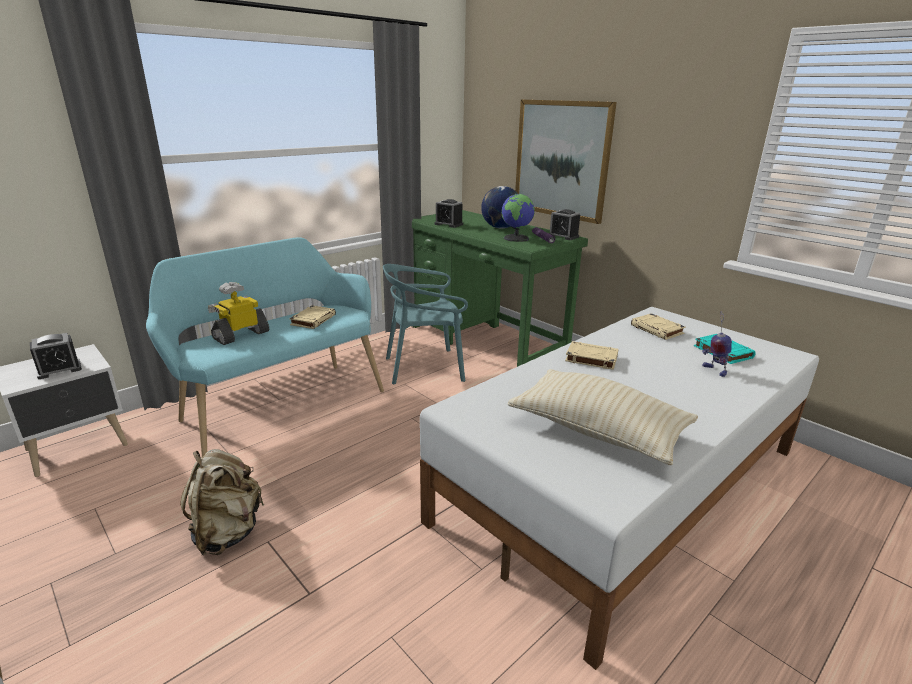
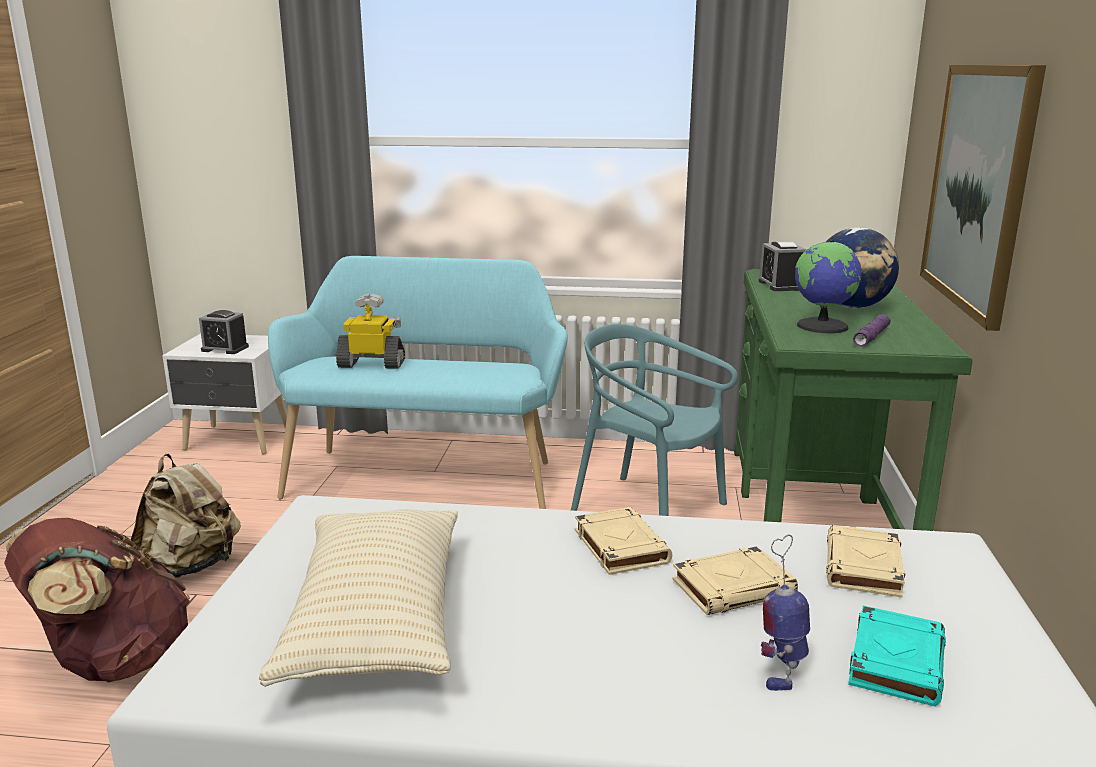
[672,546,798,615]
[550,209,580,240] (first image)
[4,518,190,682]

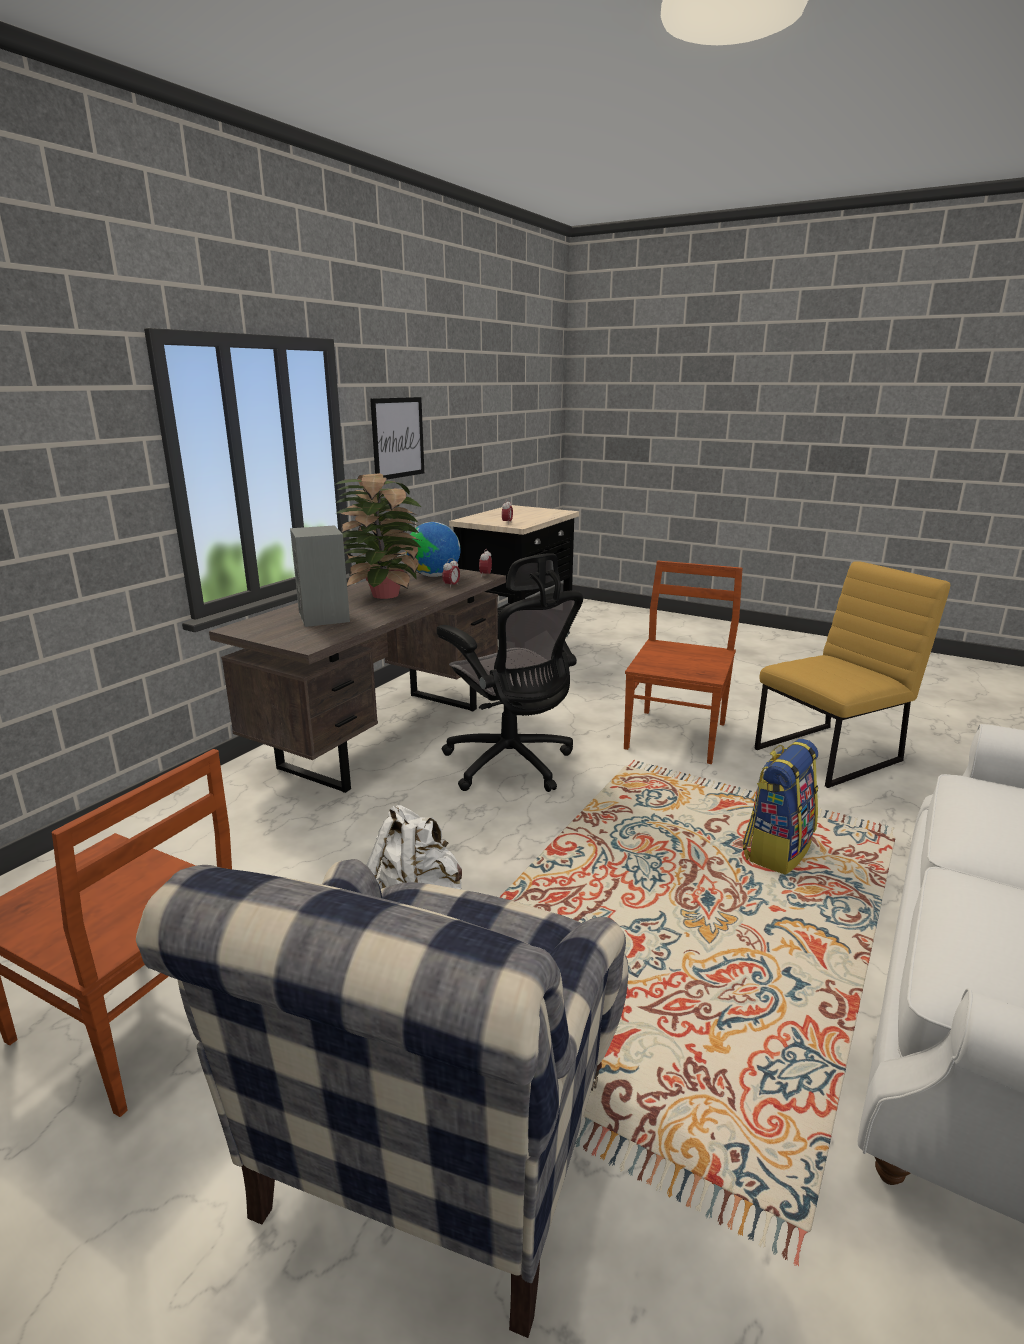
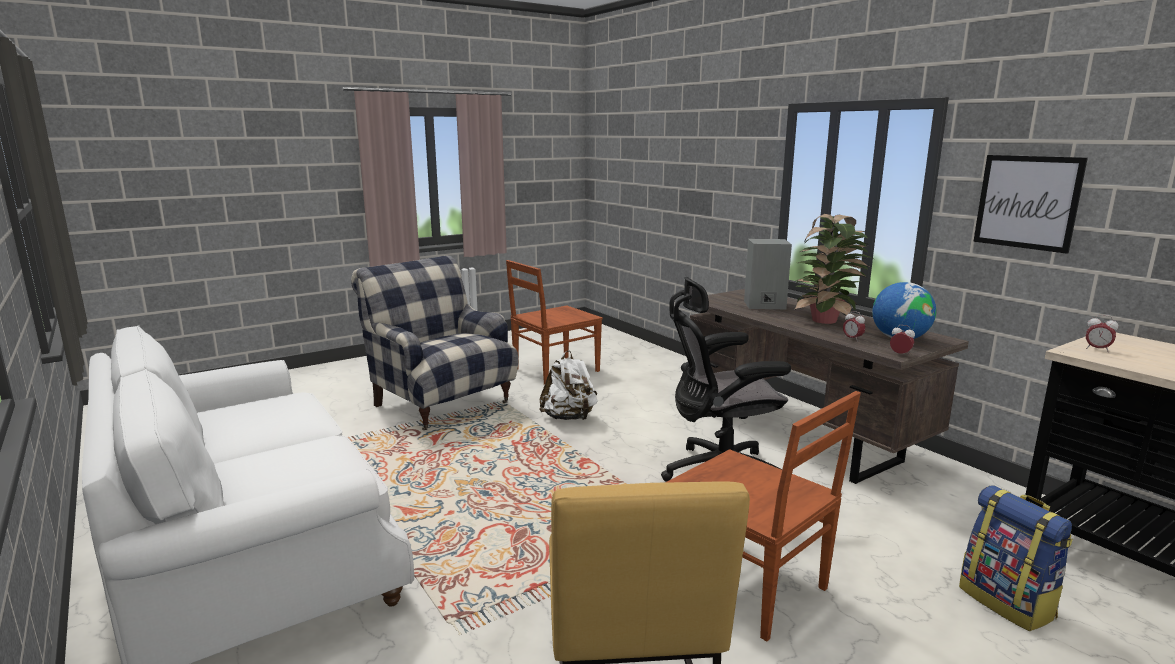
[959,485,1073,631]

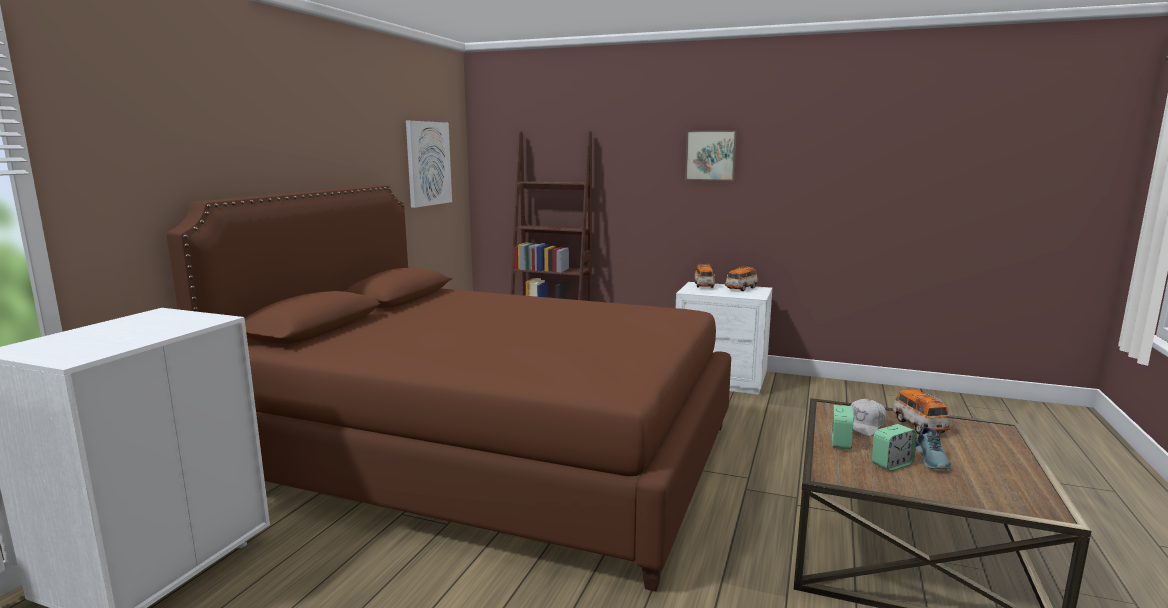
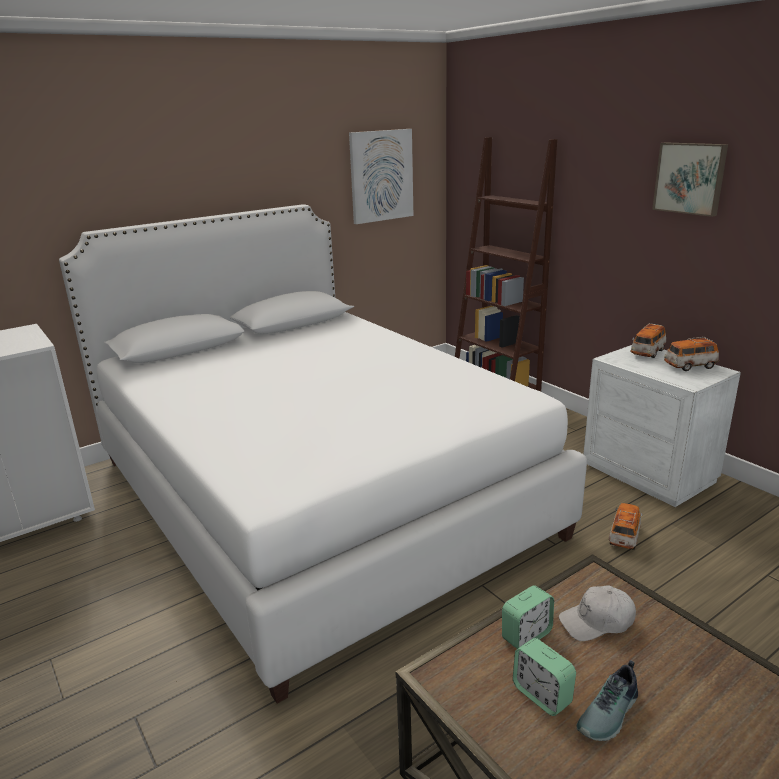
[59,204,587,704]
[513,638,576,716]
[609,503,643,550]

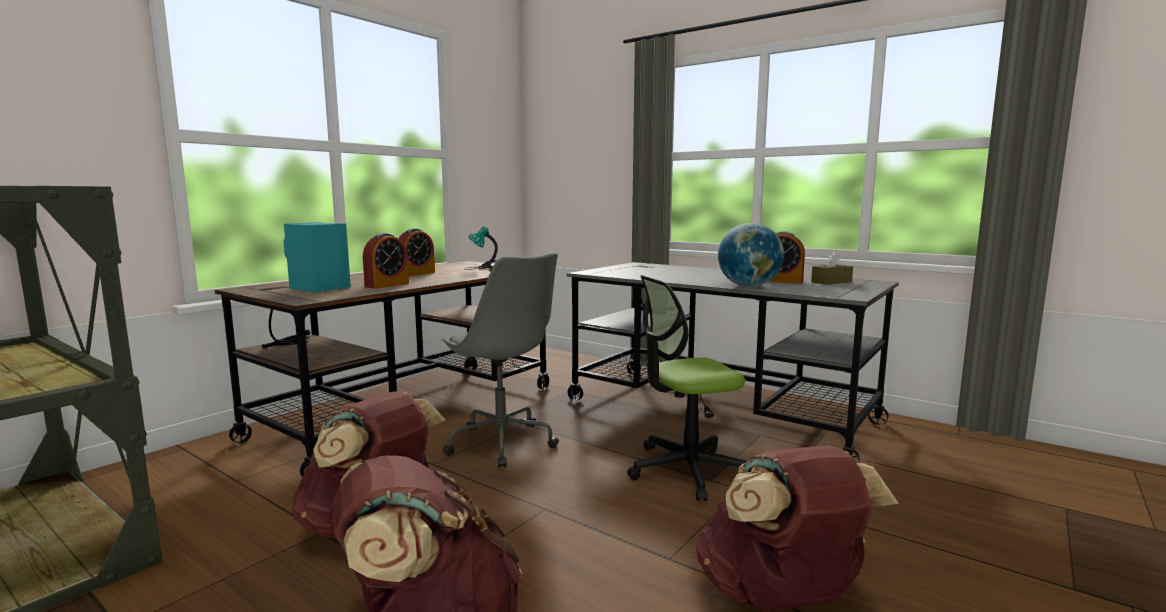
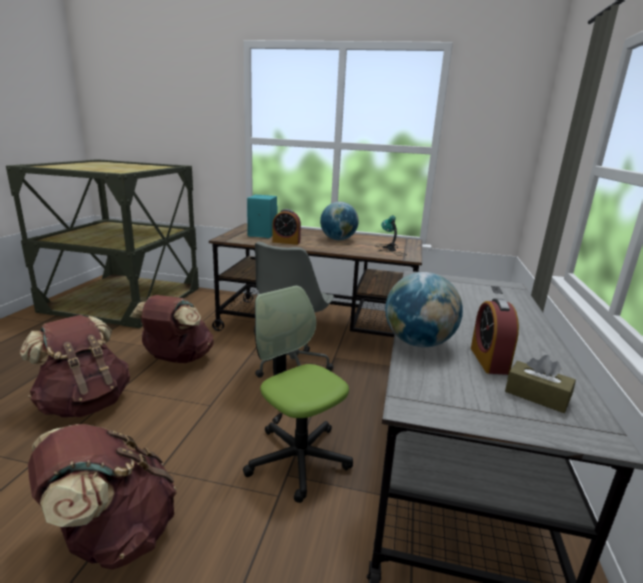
[320,202,359,240]

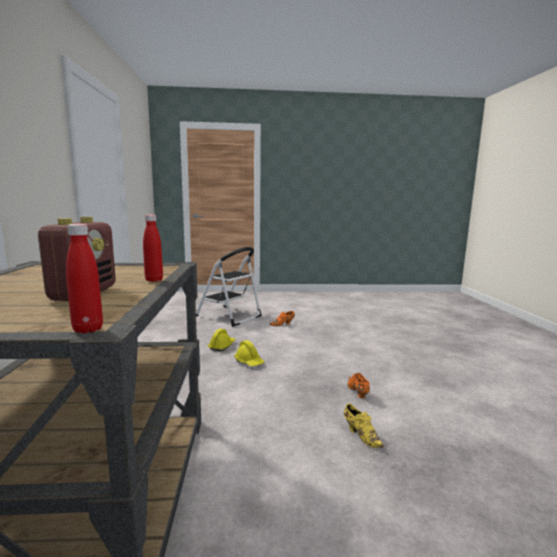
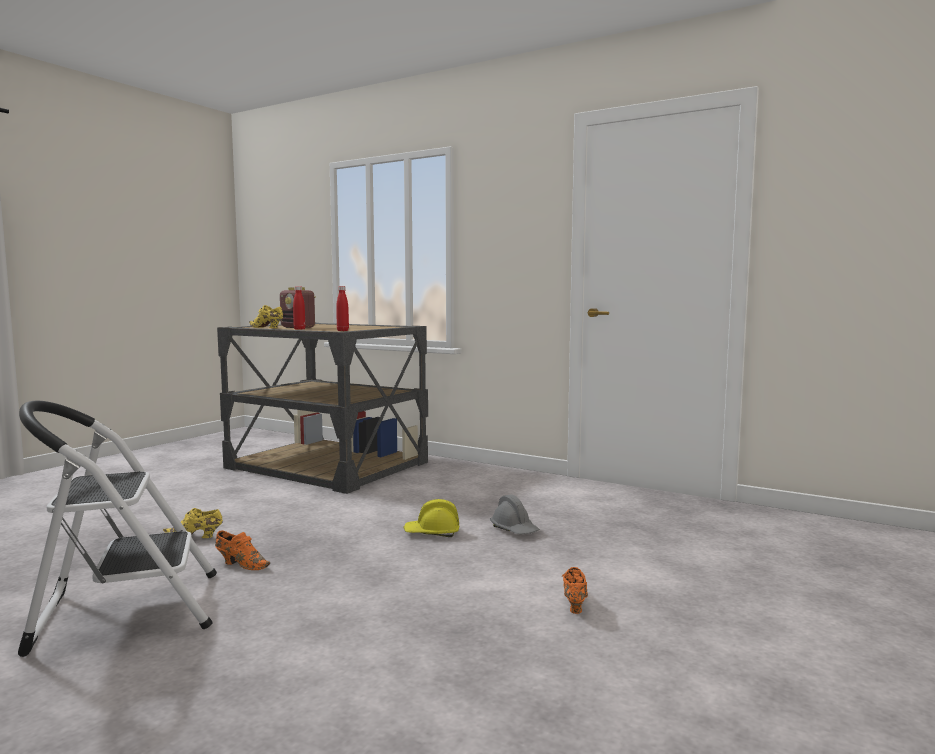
[336,286,349,331]
[18,401,217,657]
[490,495,539,534]
[249,305,283,328]

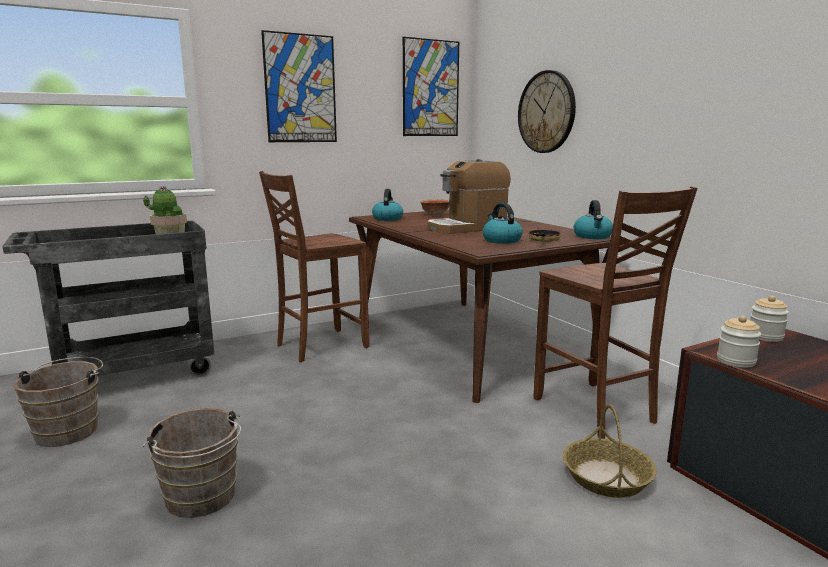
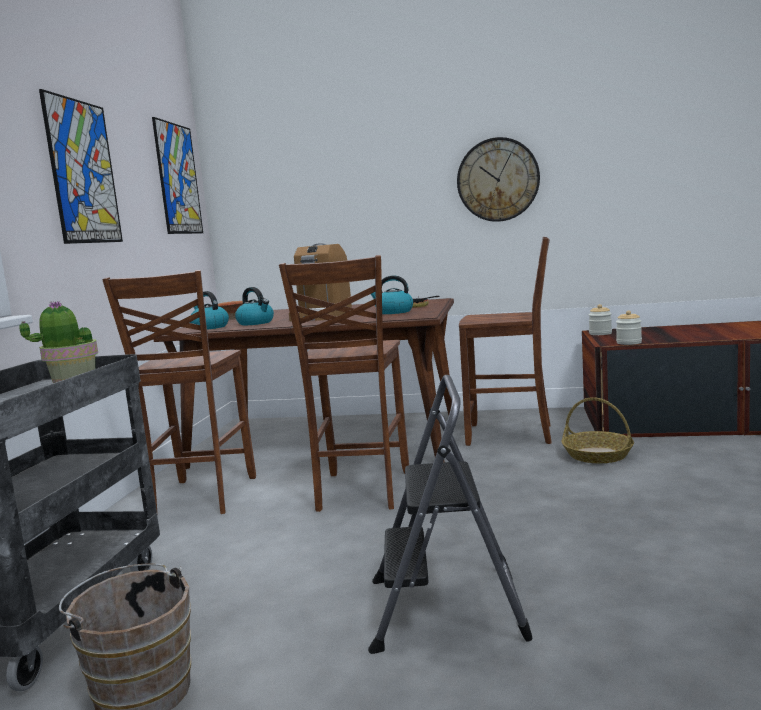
[368,375,532,654]
[457,137,540,222]
[235,287,274,325]
[279,255,409,512]

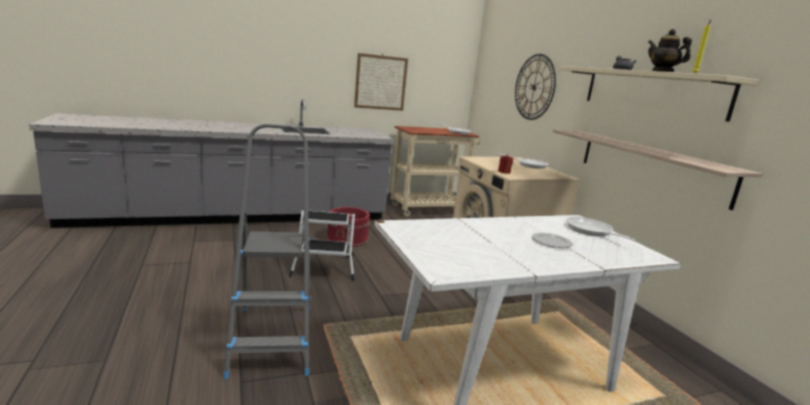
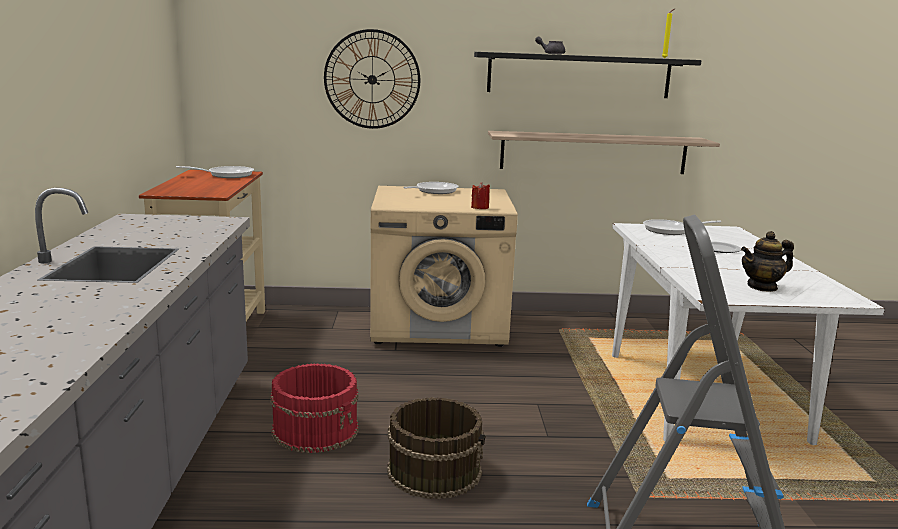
[387,397,485,499]
[354,53,408,111] (first image)
[474,52,702,98]
[741,231,794,292]

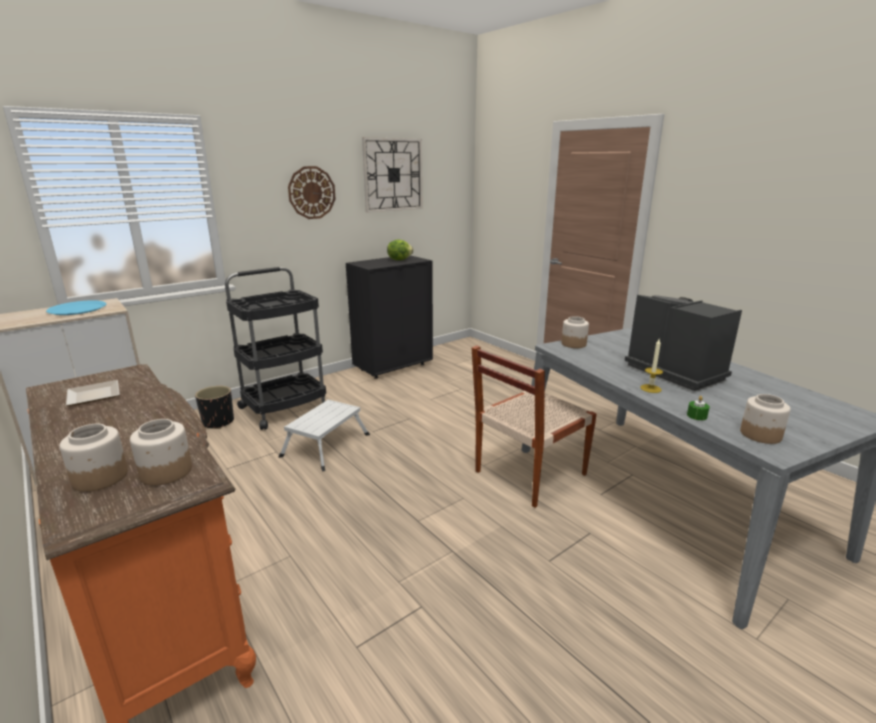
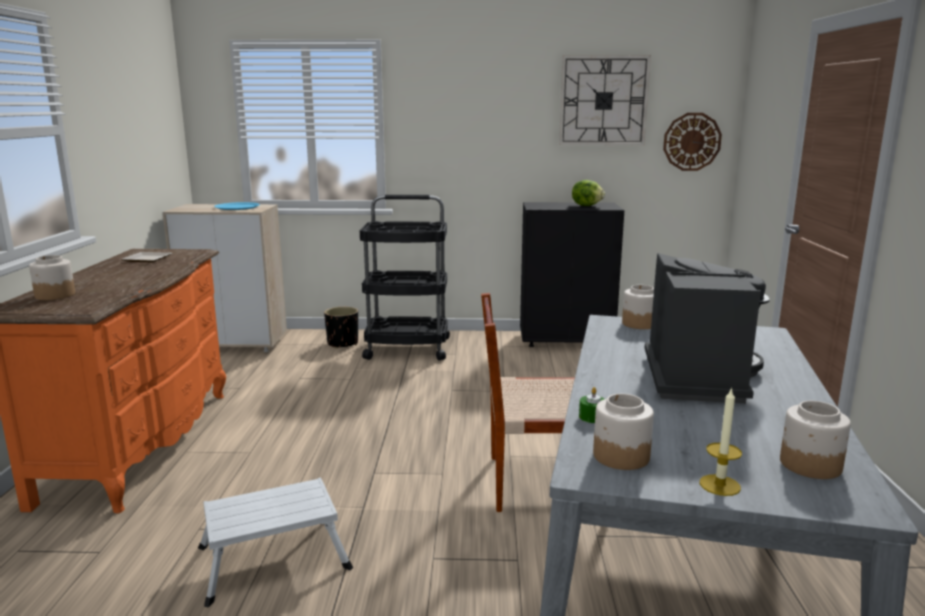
[780,401,851,479]
[198,477,353,607]
[663,113,722,171]
[700,387,742,496]

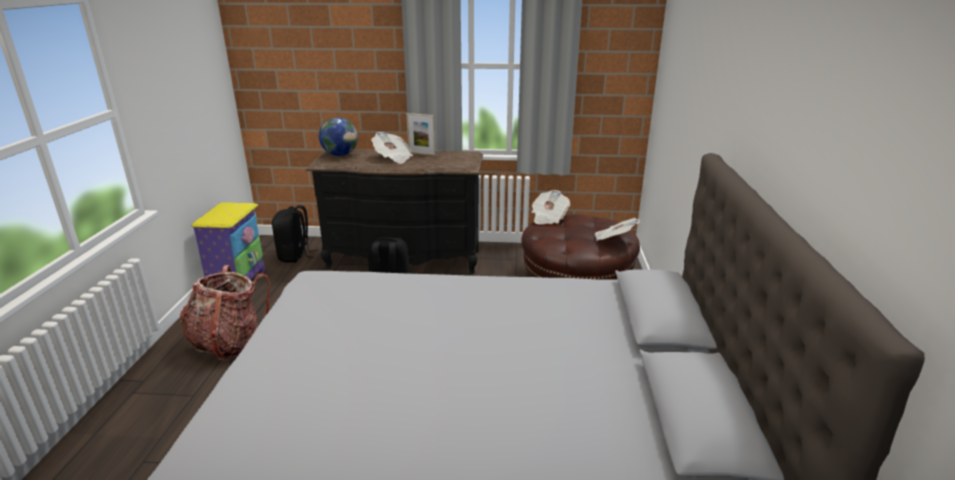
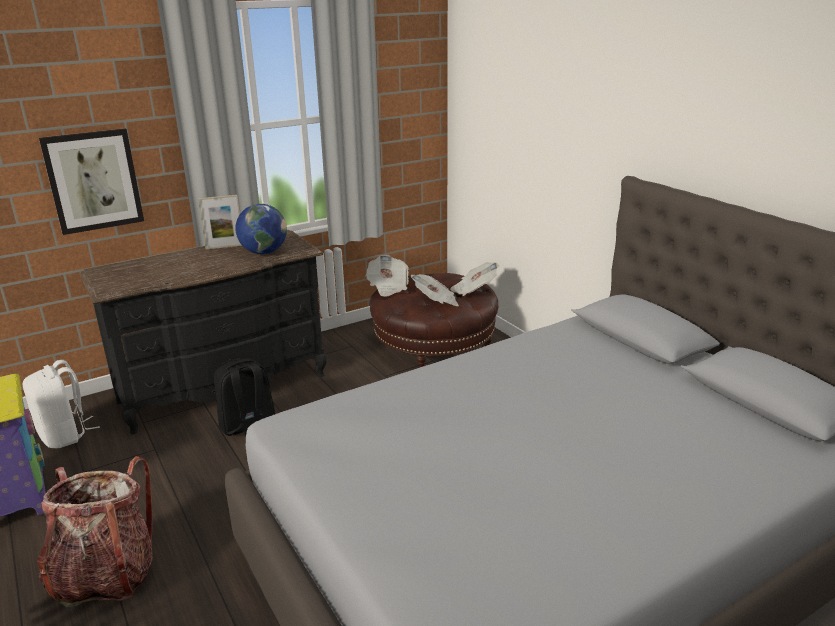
[23,360,100,448]
[235,204,287,254]
[411,274,459,306]
[39,128,144,235]

